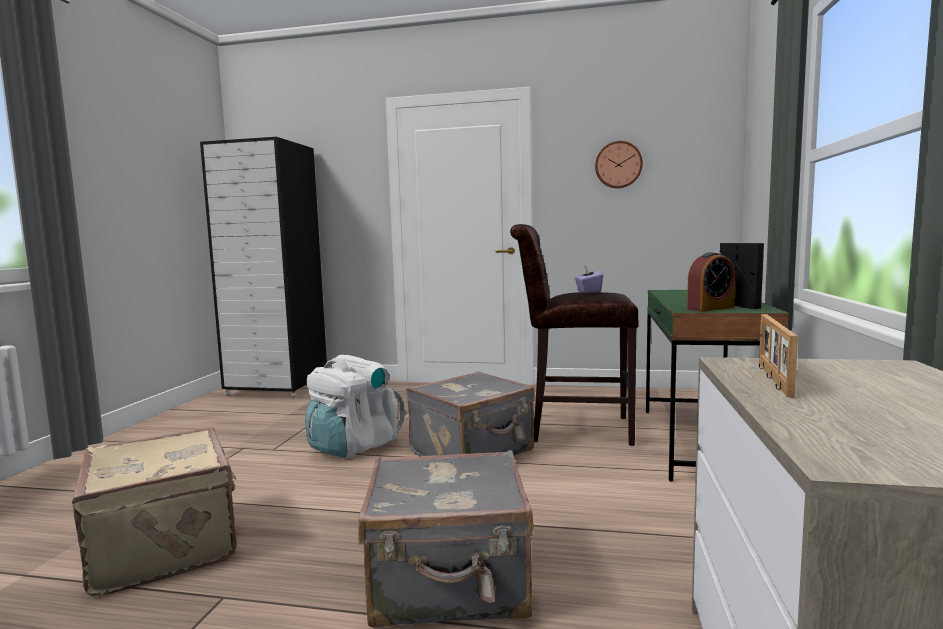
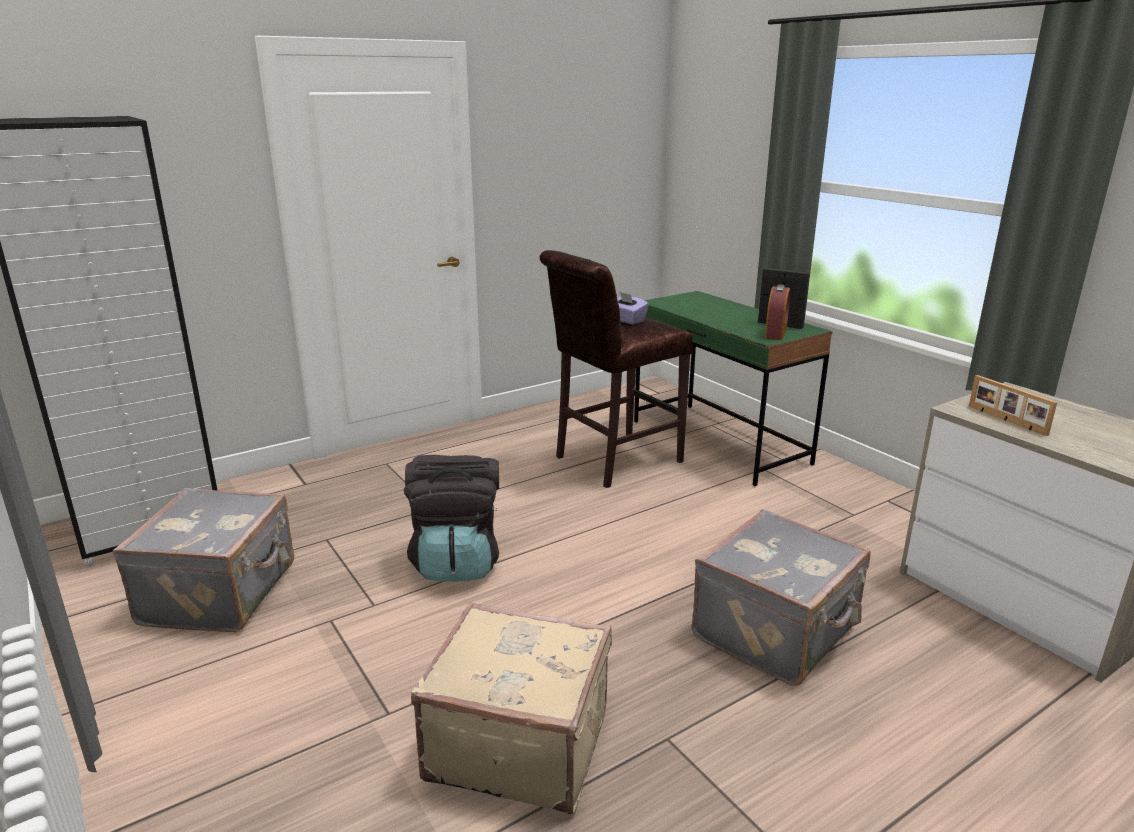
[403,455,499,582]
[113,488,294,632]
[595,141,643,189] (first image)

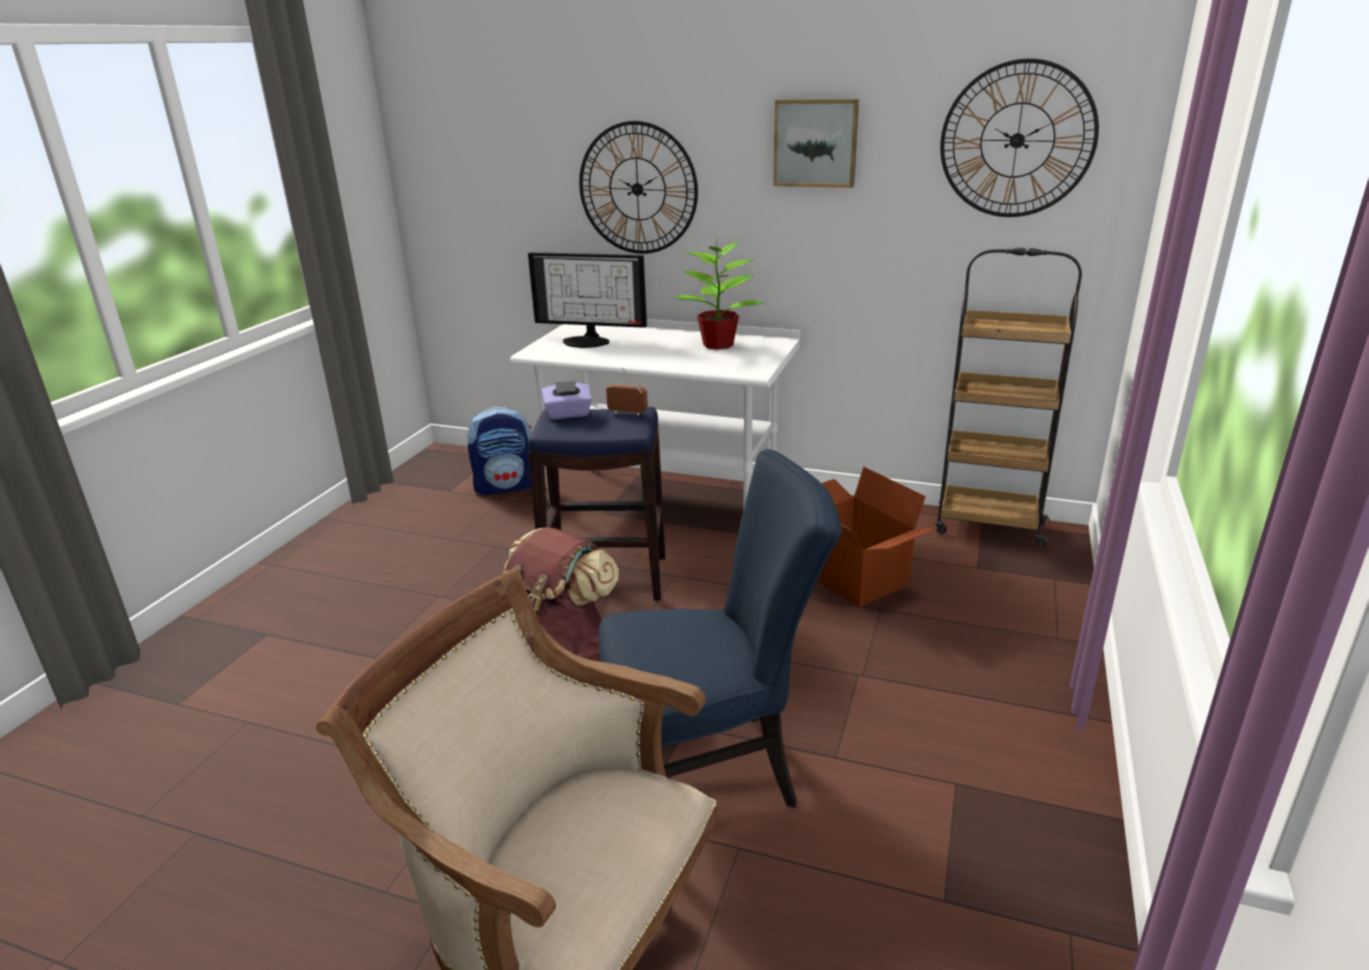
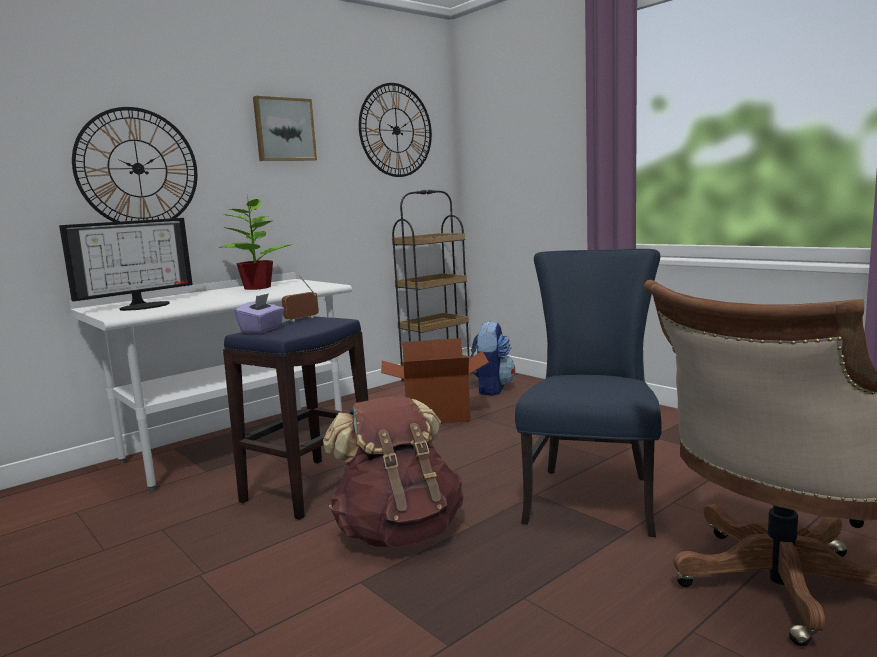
[470,321,515,395]

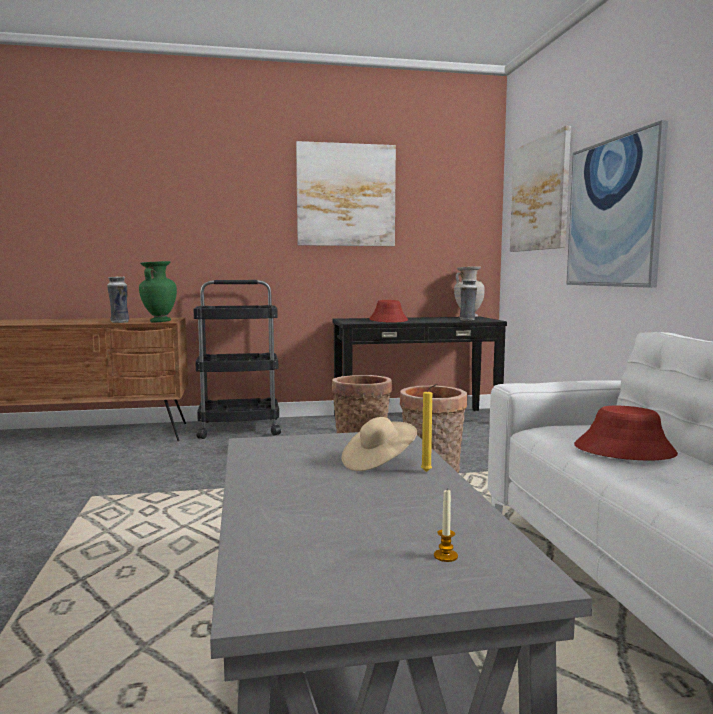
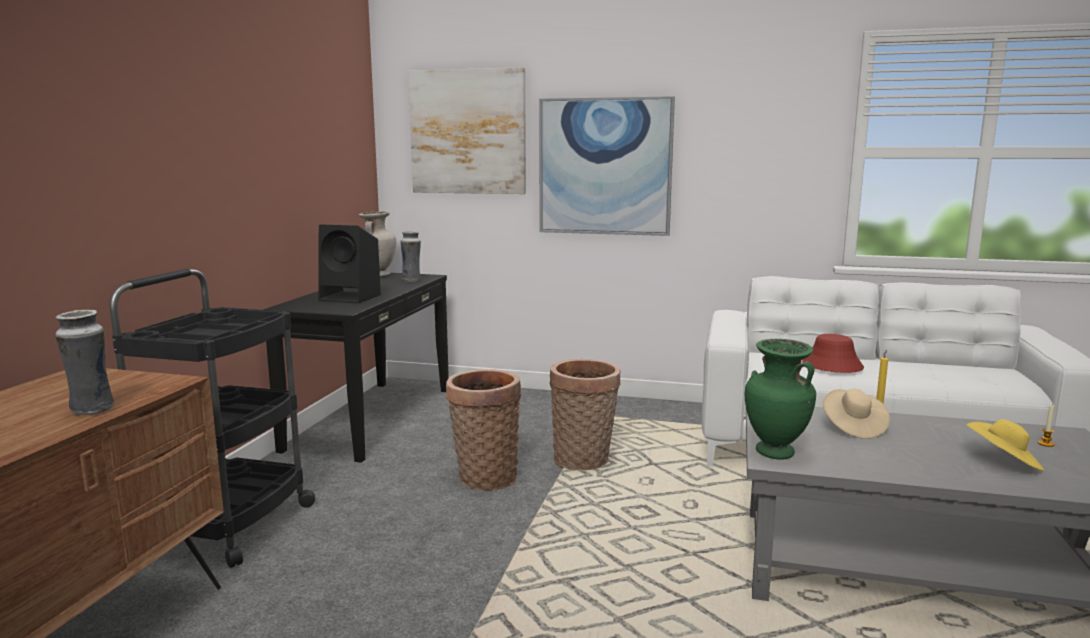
[745,339,816,460]
[296,141,396,246] (first image)
[318,224,381,303]
[966,419,1045,471]

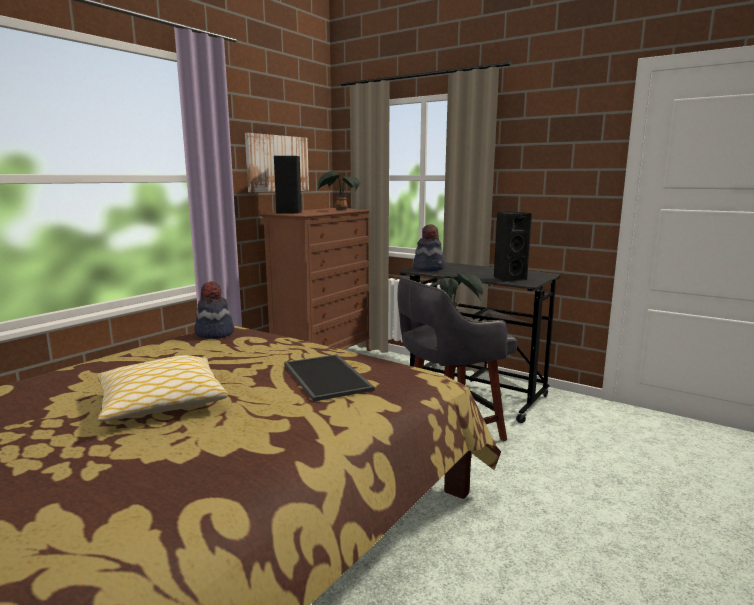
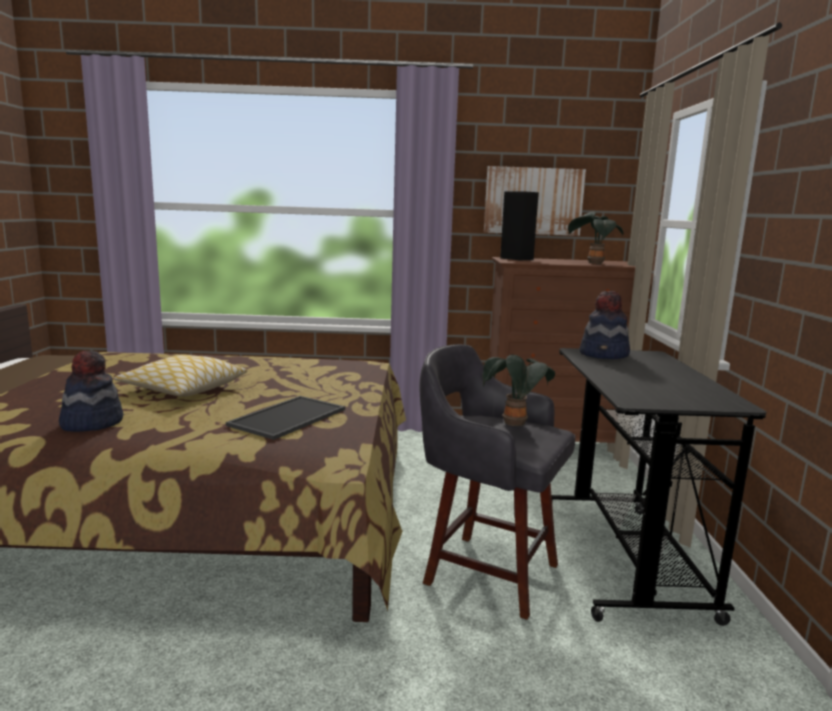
[59,351,123,432]
[494,212,532,282] (first image)

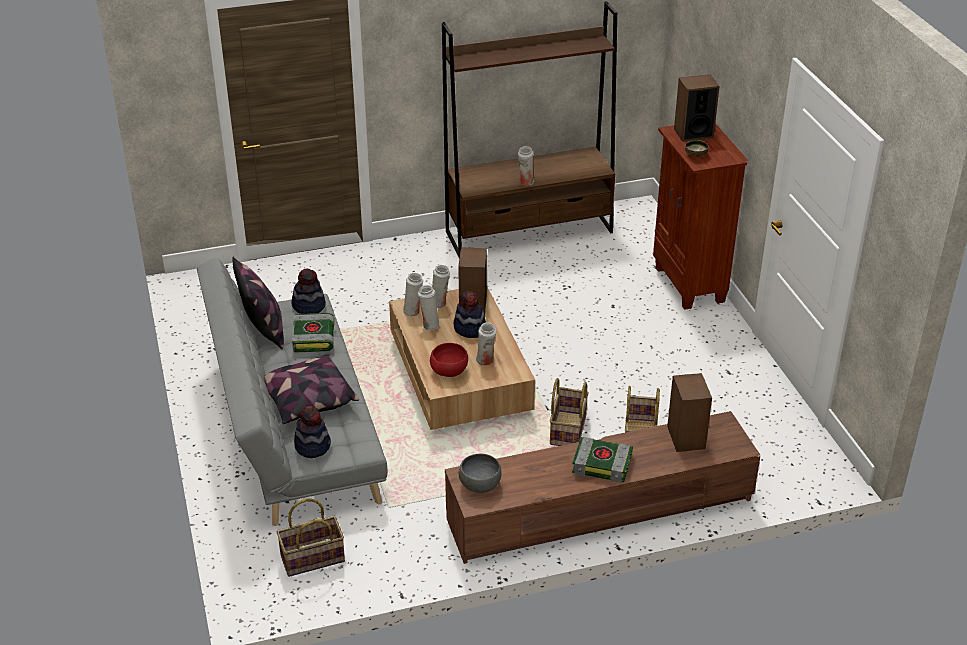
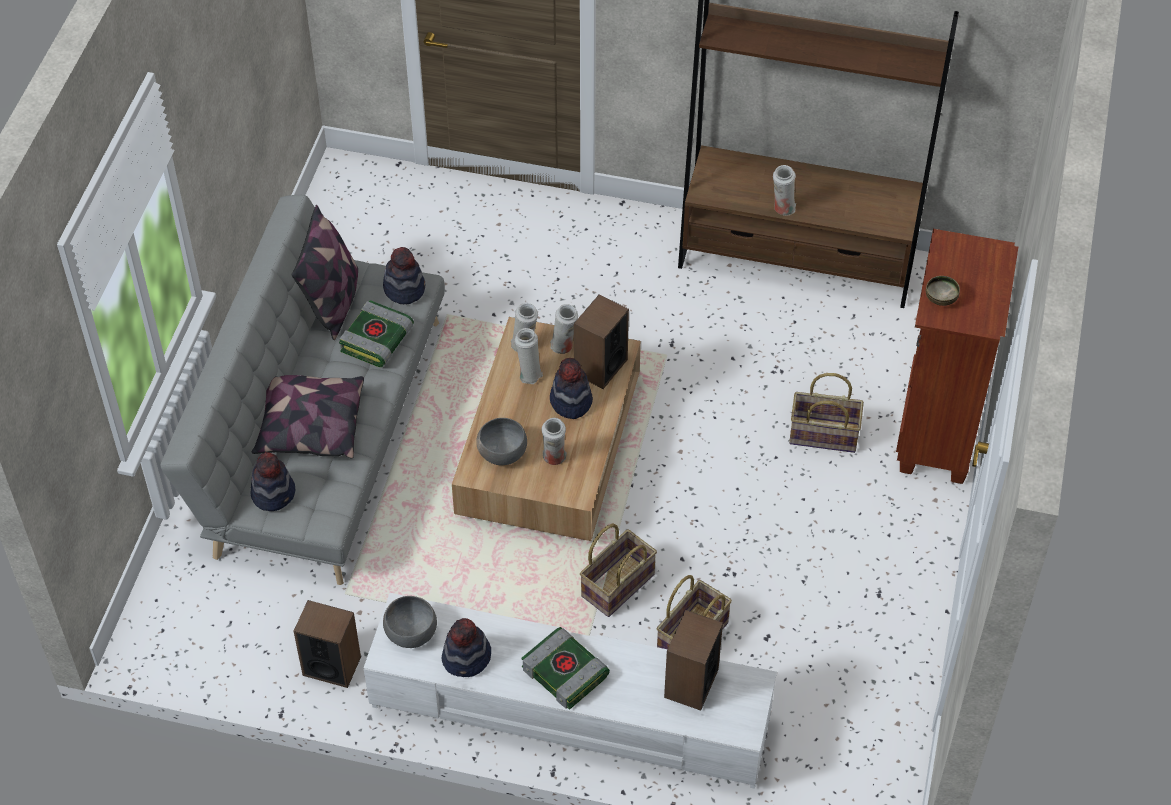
[789,373,864,453]
[476,418,527,465]
[363,593,777,789]
[294,600,361,688]
[442,618,491,677]

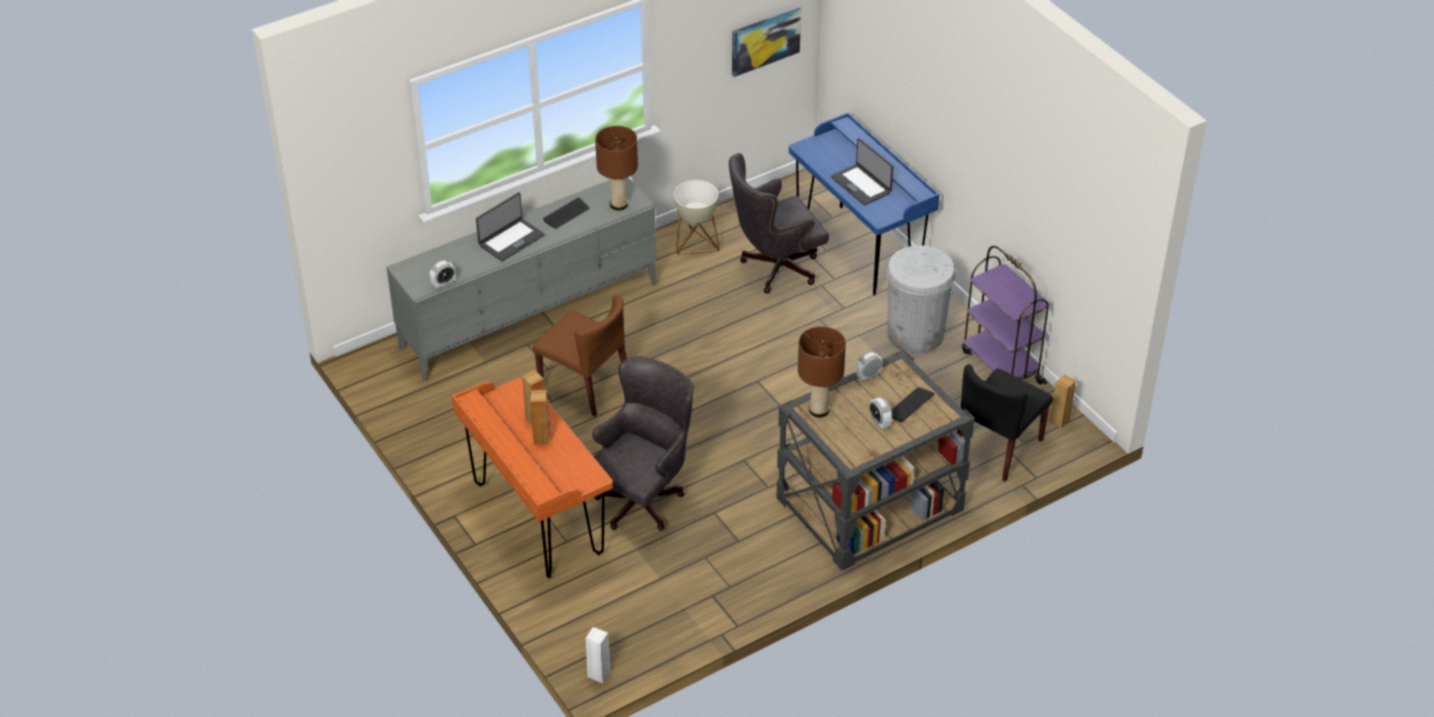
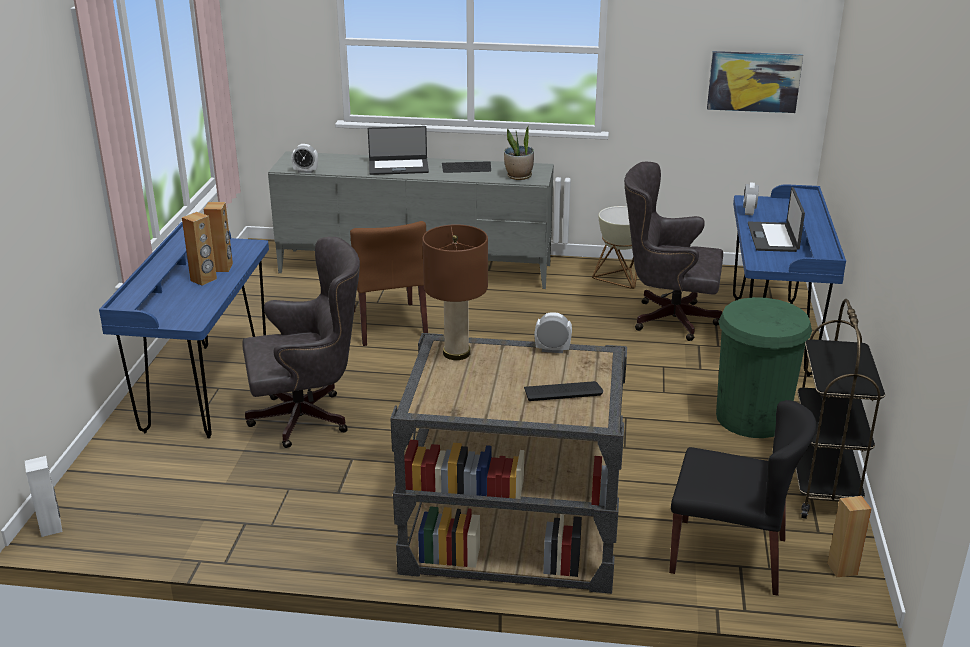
[99,222,269,438]
[504,127,534,180]
[743,182,759,215]
[716,297,812,438]
[669,400,816,596]
[796,299,885,519]

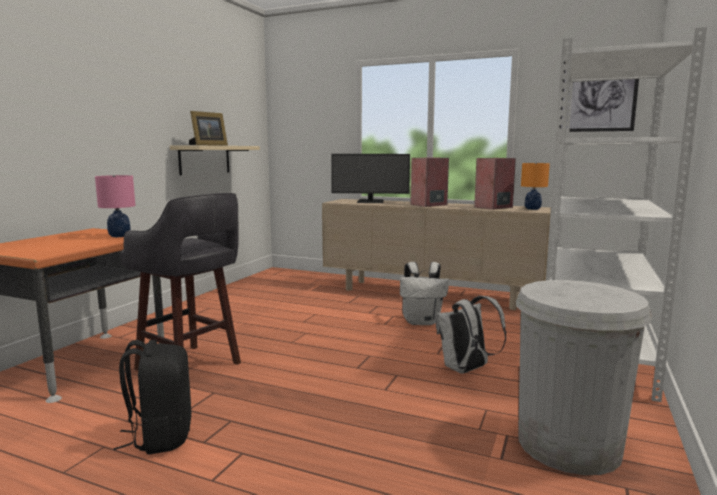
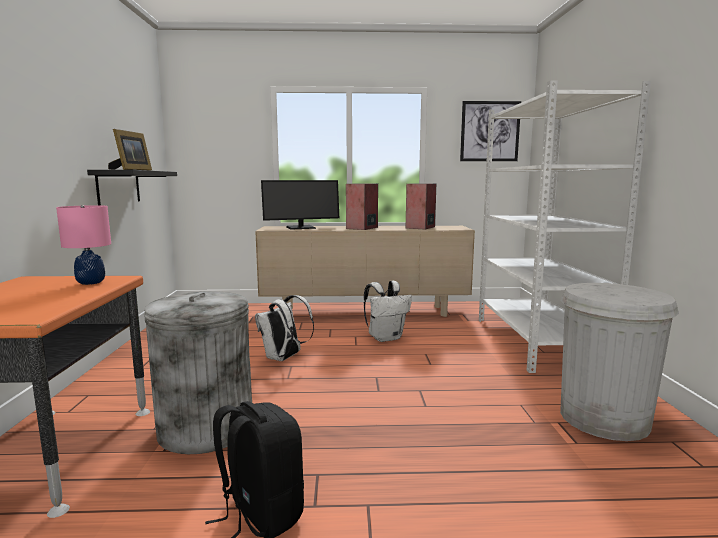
[144,291,252,454]
[87,170,177,205]
[255,295,314,361]
[521,163,550,210] (first image)

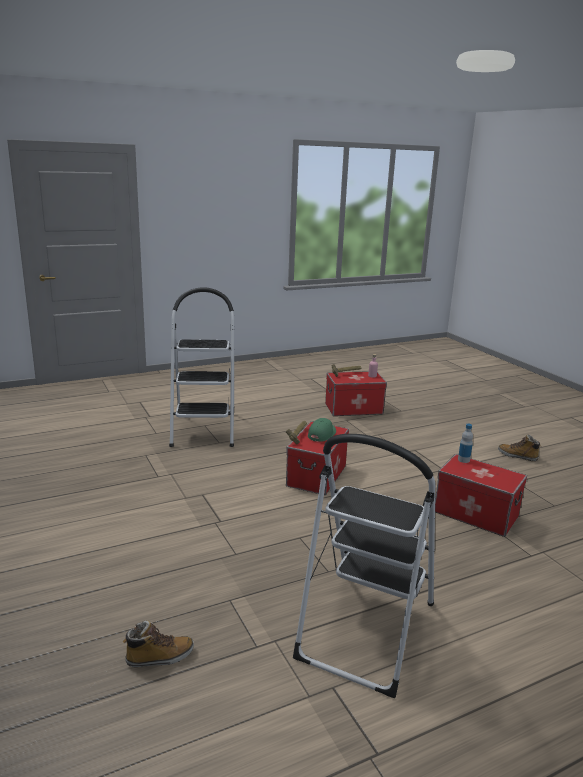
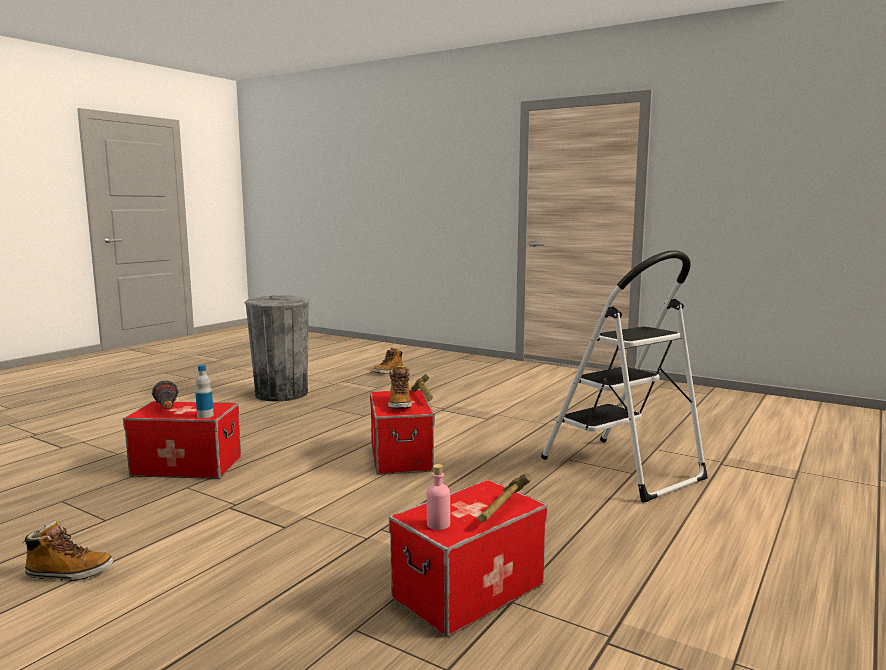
[244,295,310,402]
[388,365,412,409]
[152,380,179,409]

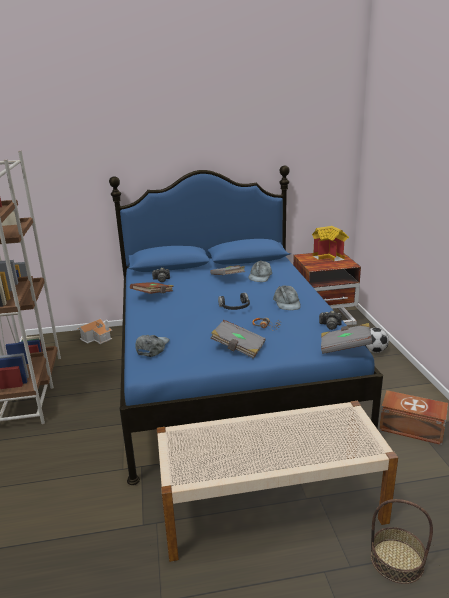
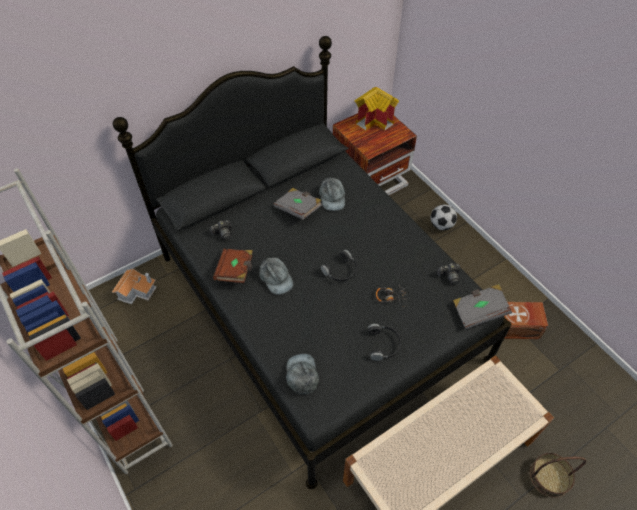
[113,36,512,489]
[368,324,401,361]
[259,258,294,295]

